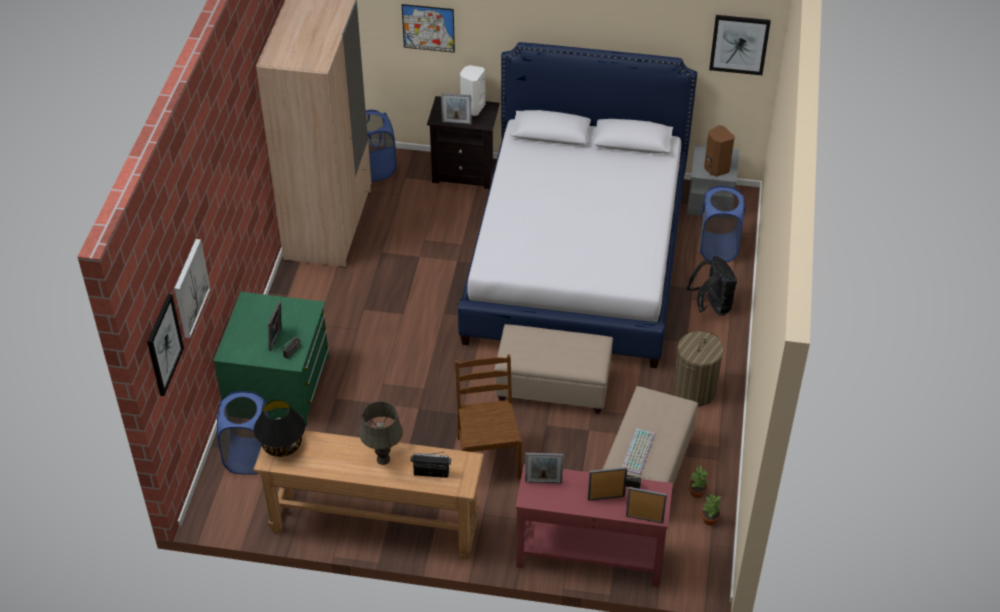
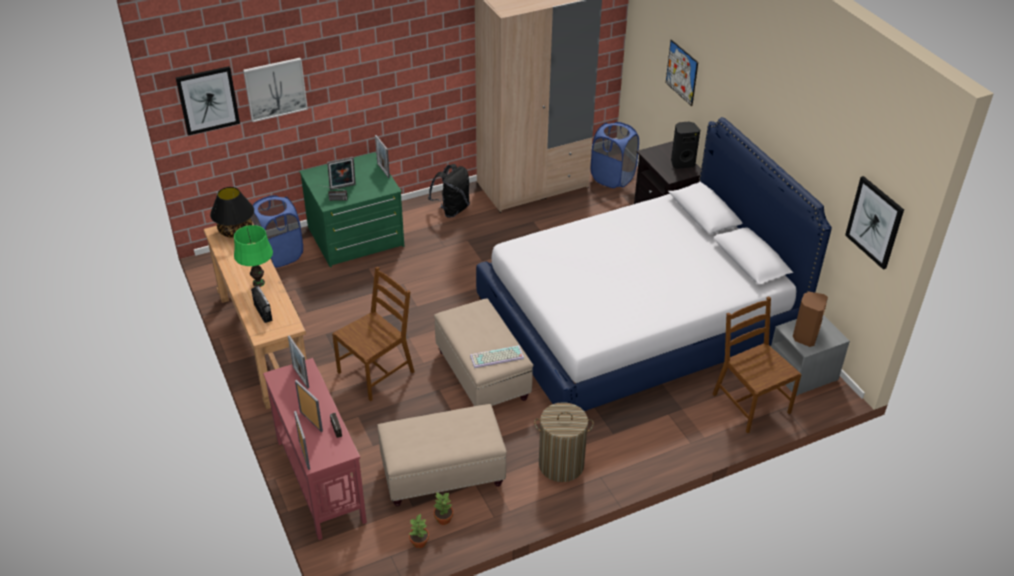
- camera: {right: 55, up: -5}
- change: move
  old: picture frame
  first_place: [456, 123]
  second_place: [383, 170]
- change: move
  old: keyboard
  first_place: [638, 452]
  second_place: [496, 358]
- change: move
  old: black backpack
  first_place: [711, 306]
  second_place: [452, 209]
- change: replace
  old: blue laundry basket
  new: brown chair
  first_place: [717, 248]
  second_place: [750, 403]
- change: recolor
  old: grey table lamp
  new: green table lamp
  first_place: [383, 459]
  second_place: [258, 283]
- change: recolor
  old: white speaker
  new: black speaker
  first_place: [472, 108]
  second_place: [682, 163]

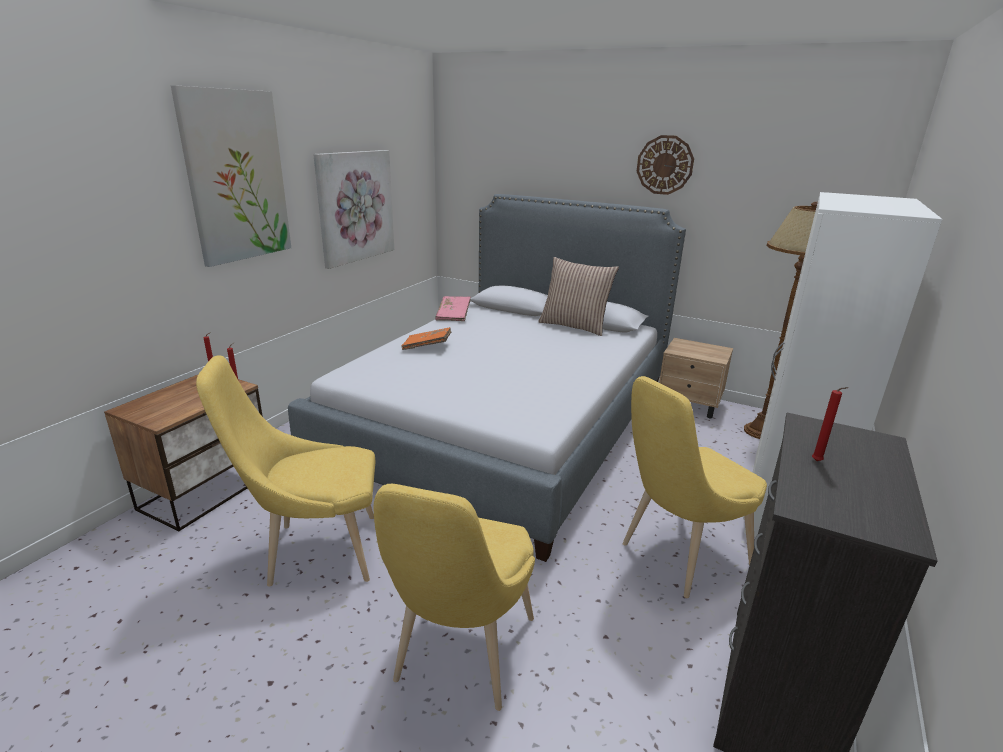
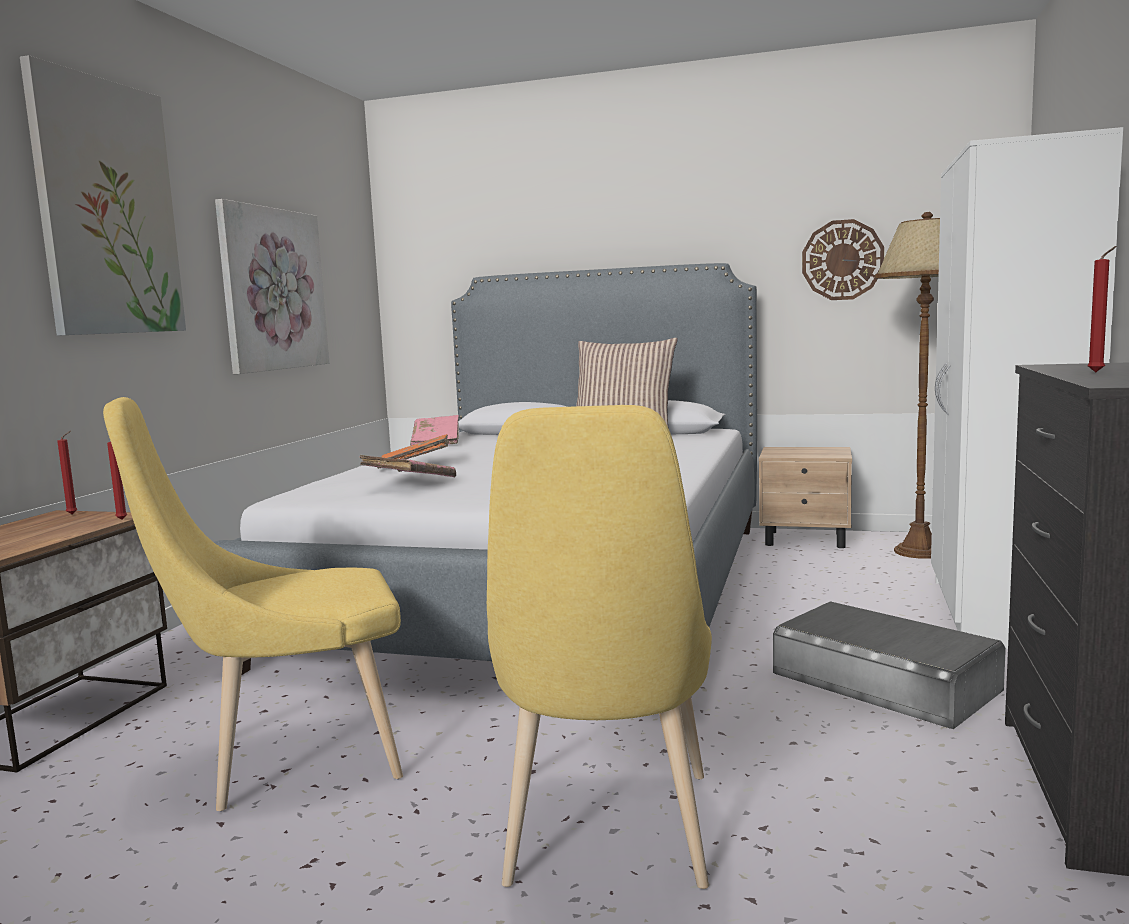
- camera: {right: -10, up: -15}
- change: insert
  new: pink book
  second_place: [410, 482]
- change: move
  old: wall clock
  first_place: [664, 165]
  second_place: [842, 260]
- change: replace
  old: yellow chair
  new: grey storage box
  first_place: [678, 557]
  second_place: [883, 681]

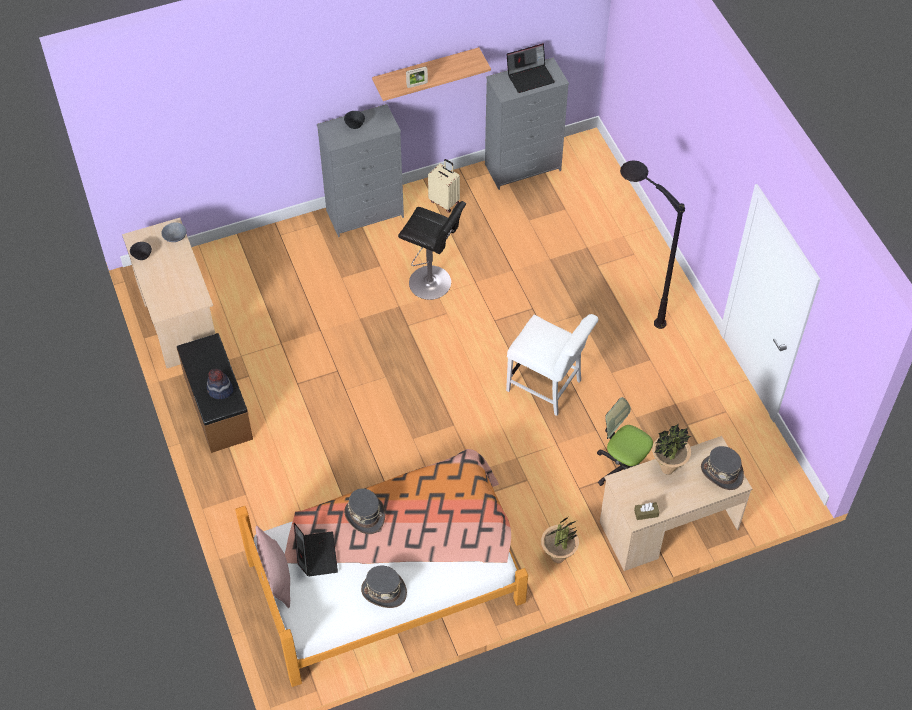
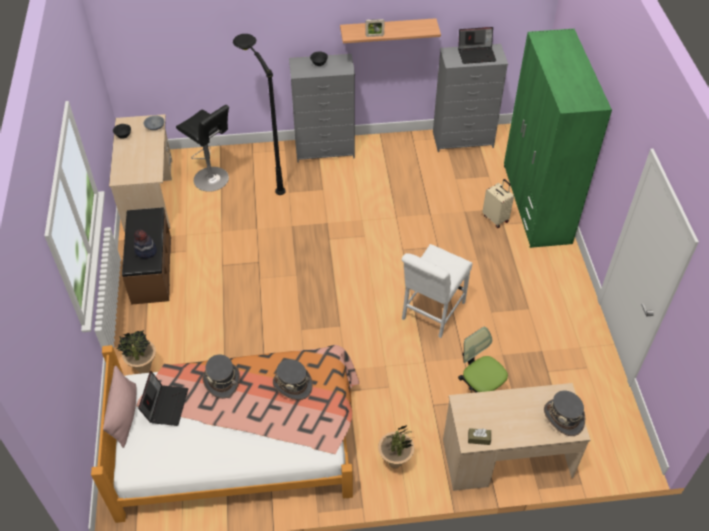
- camera: {right: 15, up: -5}
- change: insert
  new: green wardrobe
  second_place: [536, 204]
- change: move
  old: grey hat
  first_place: [384, 591]
  second_place: [293, 384]
- change: move
  old: black stool
  first_place: [433, 283]
  second_place: [213, 180]
- change: move
  old: beige suitcase
  first_place: [444, 202]
  second_place: [496, 218]
- change: move
  old: black floor lamp
  first_place: [629, 302]
  second_place: [265, 172]
- change: move
  old: potted plant
  first_place: [667, 469]
  second_place: [144, 370]
- change: rotate
  old: white chair
  first_place: [547, 388]
  second_place: [431, 313]
  degrees: 75

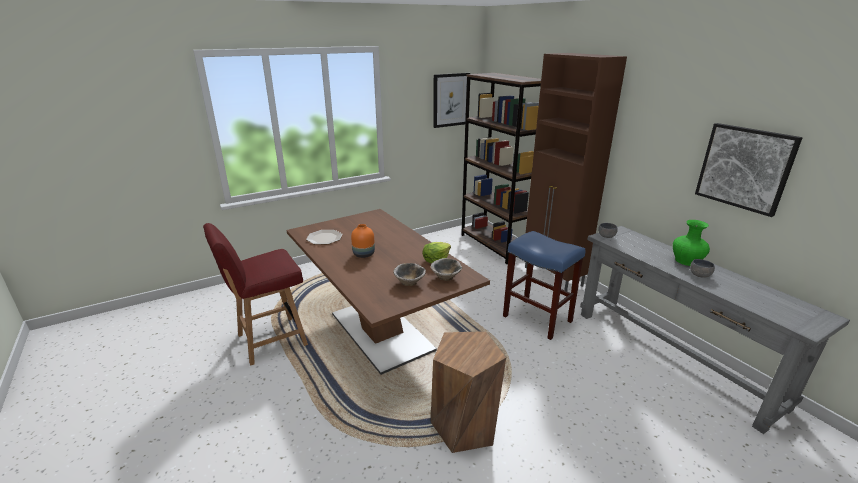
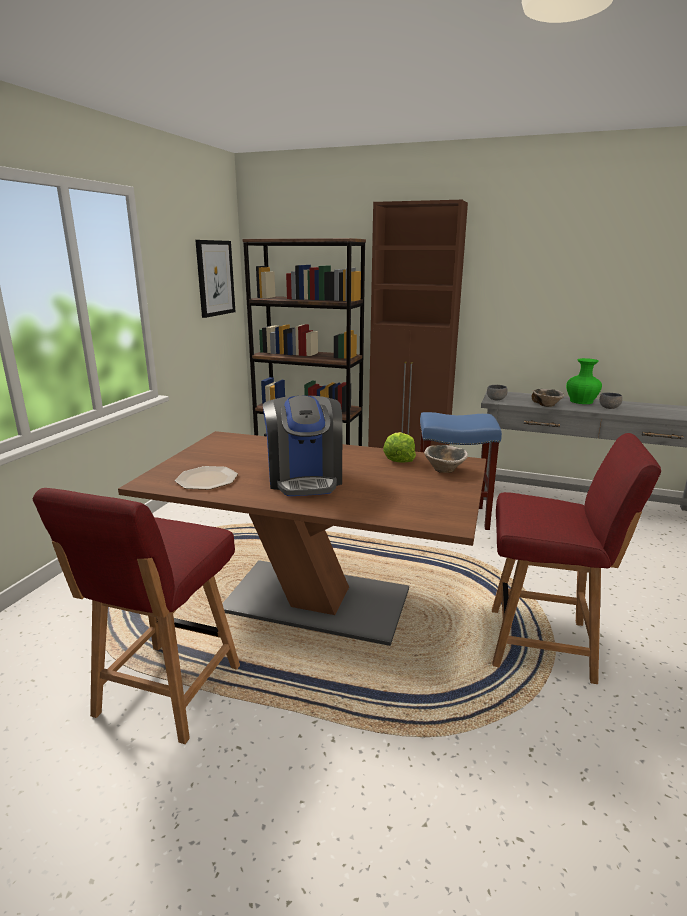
- camera: {right: -40, up: -5}
- change: delete
  old: picture
  first_place: [744, 168]
- change: move
  old: bowl
  first_place: [409, 282]
  second_place: [546, 405]
- change: replace
  old: orange vase
  new: coffee machine
  first_place: [364, 254]
  second_place: [305, 479]
- change: replace
  old: brown stool
  new: red chair
  first_place: [464, 425]
  second_place: [543, 644]

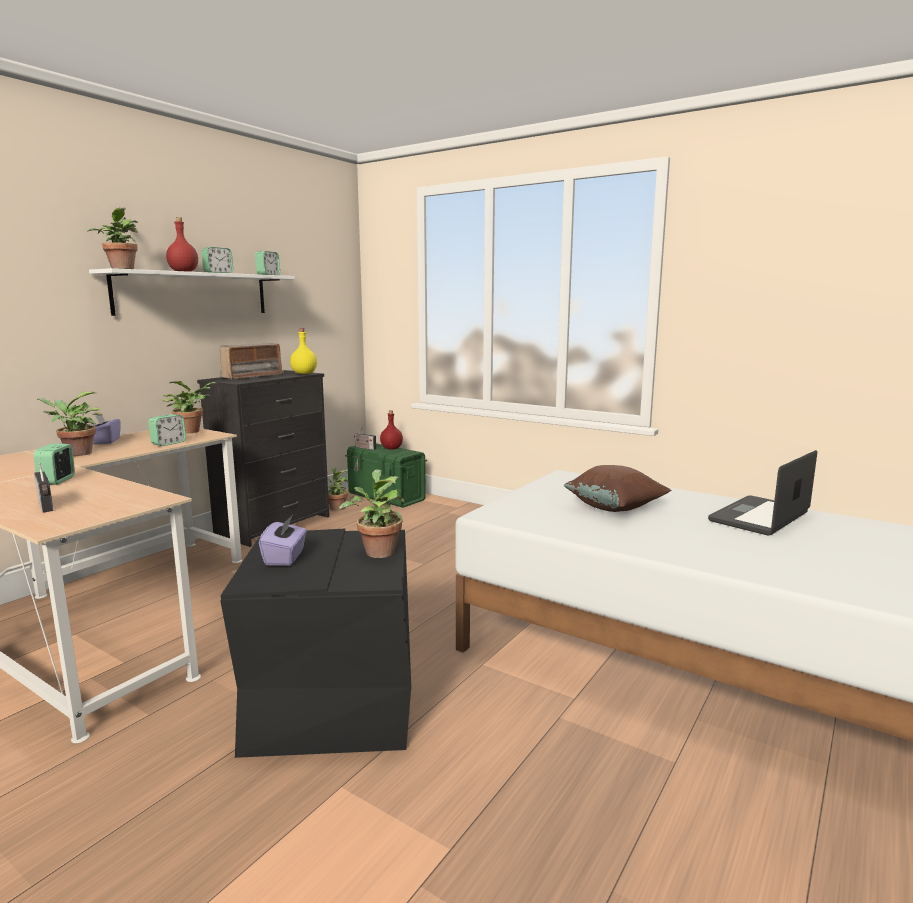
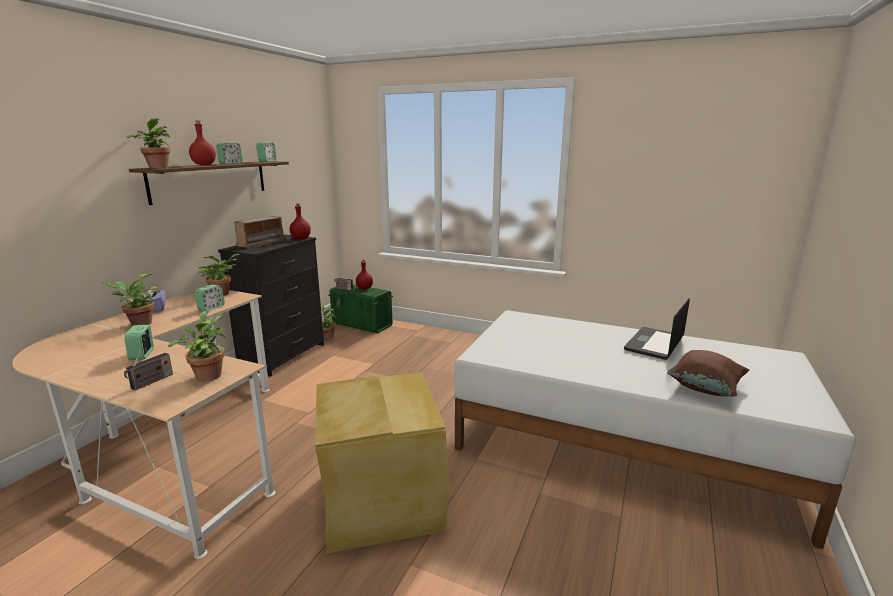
- camera: {right: -10, up: 5}
- change: delete
  old: purple tissue box
  first_place: [285, 557]
- change: move
  old: potted plant
  first_place: [378, 551]
  second_place: [208, 375]
- change: move
  old: brown pillow
  first_place: [615, 509]
  second_place: [705, 388]
- change: recolor
  old: white shelf
  new: brown shelf
  first_place: [193, 294]
  second_place: [210, 180]
- change: recolor
  old: black storage box
  new: beige storage box
  first_place: [334, 700]
  second_place: [382, 499]
- change: recolor
  old: yellow bottle
  new: red bottle
  first_place: [304, 374]
  second_place: [300, 238]
- change: rotate
  old: radio
  first_place: [46, 506]
  second_place: [151, 382]
  degrees: 75

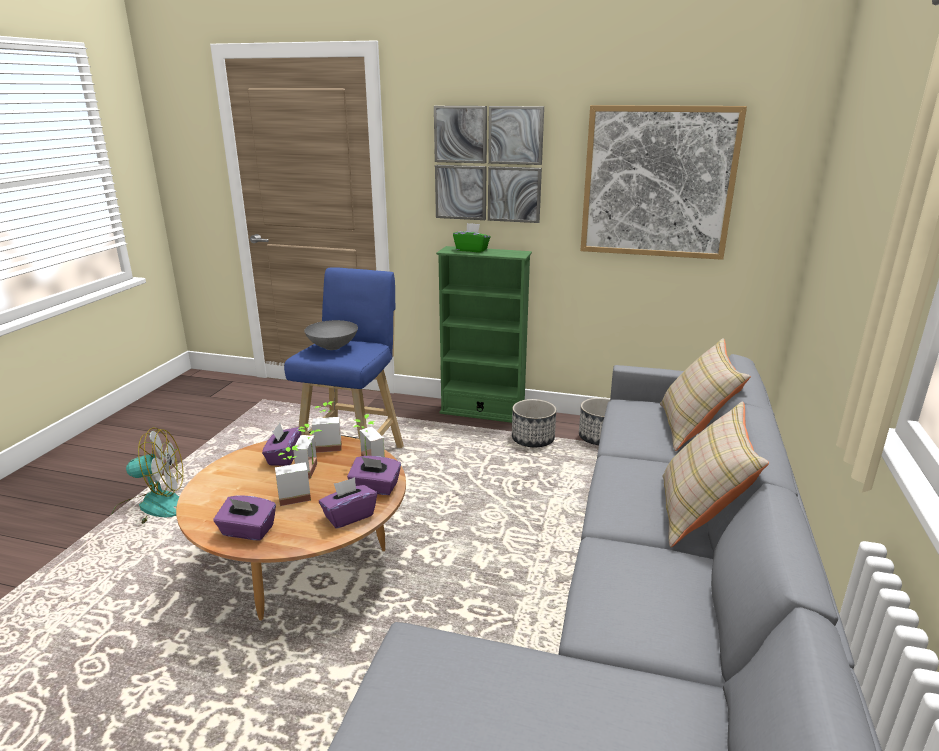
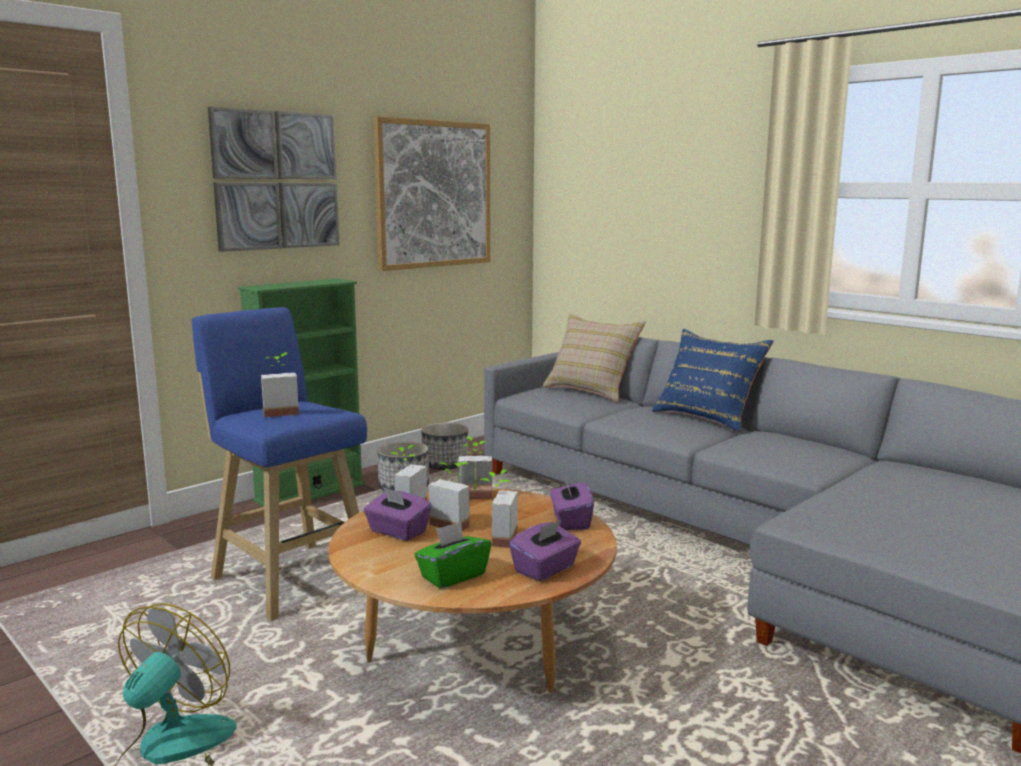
- camera: {right: -60, up: -10}
- change: delete
  old: purple tissue box
  first_place: [375, 488]
- change: move
  old: green tissue box
  first_place: [472, 250]
  second_place: [452, 576]
- change: replace
  old: grey bowl
  new: potted plant
  first_place: [332, 347]
  second_place: [280, 412]
- change: recolor
  old: beige pillow
  new: blue pillow
  first_place: [700, 514]
  second_place: [708, 417]

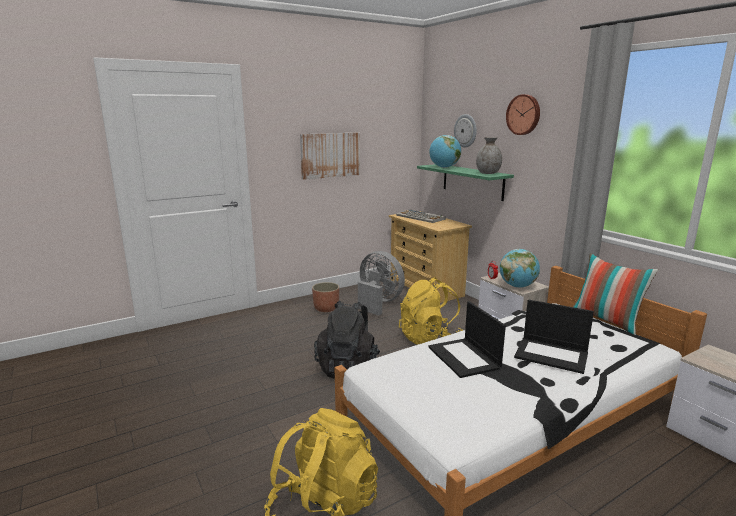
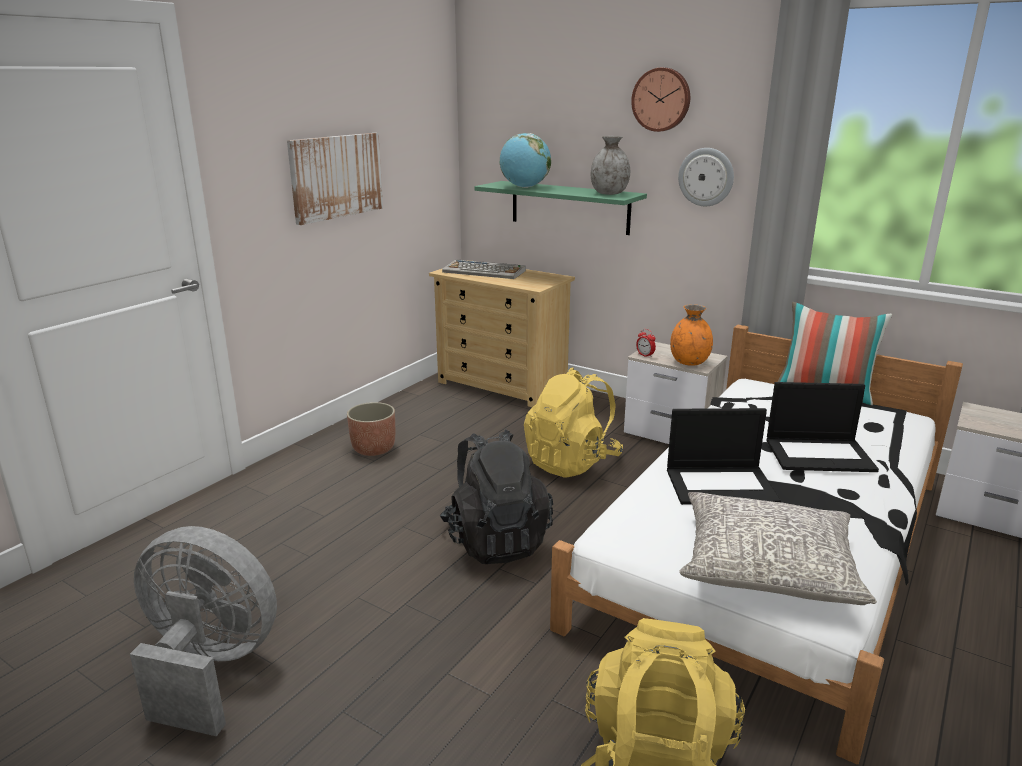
- camera: {right: -25, up: 5}
- change: insert
  new: grey pillow
  second_place: [767, 566]
- change: move
  old: grey fan
  first_place: [378, 303]
  second_place: [209, 668]
- change: move
  old: wall clock
  first_place: [465, 131]
  second_place: [706, 177]
- change: replace
  old: globe
  new: orange vase
  first_place: [517, 286]
  second_place: [689, 362]
- change: rotate
  old: laptop
  first_place: [464, 358]
  second_place: [721, 485]
  degrees: -45

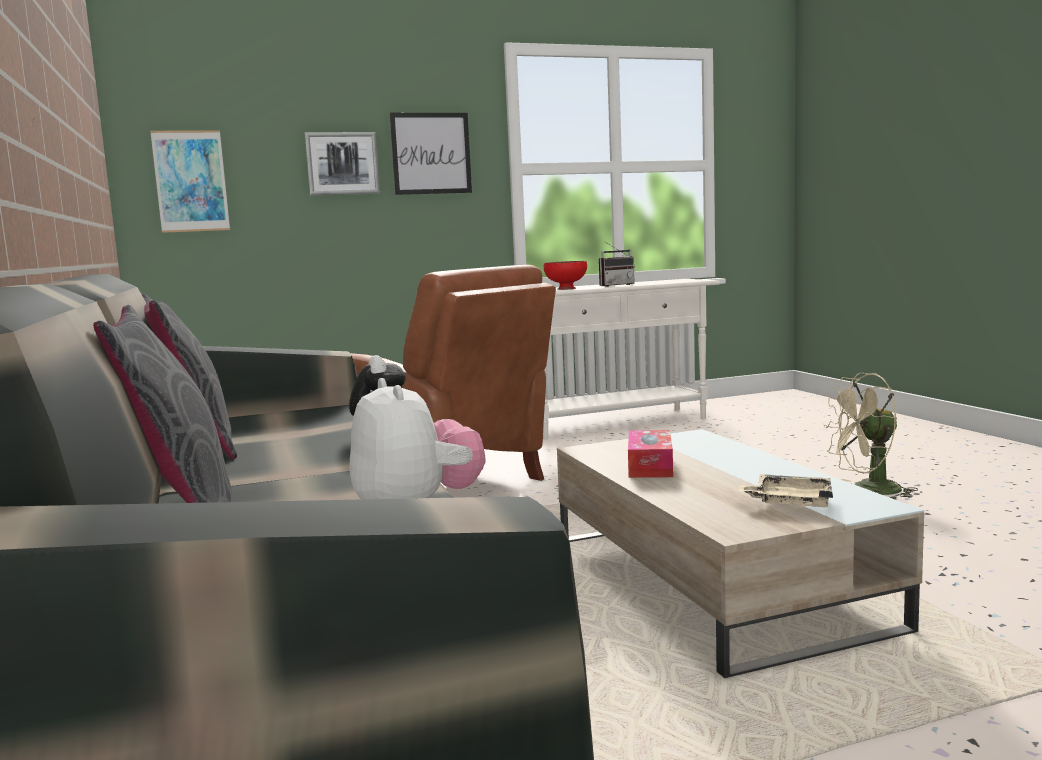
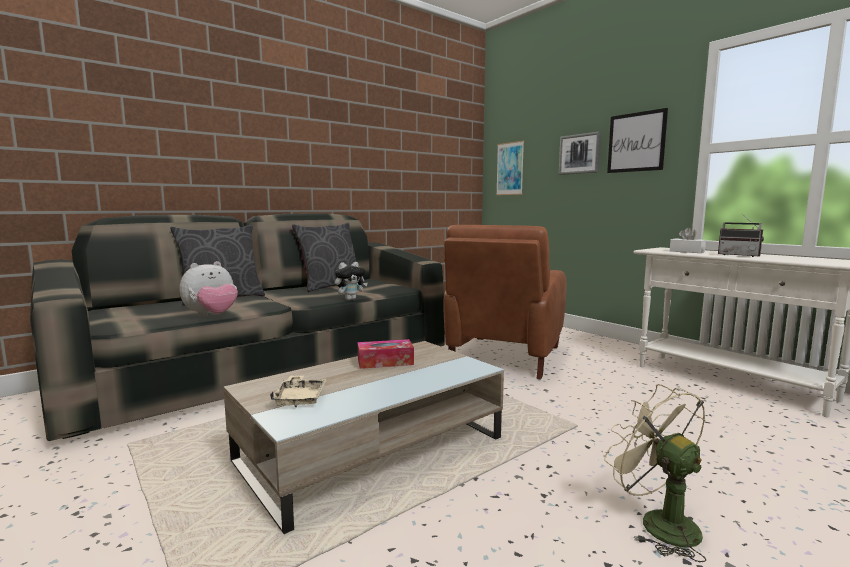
- camera: {right: 70, up: 0}
- change: replace
  old: red bowl
  new: white tissue box
  first_place: [566, 288]
  second_place: [686, 251]

